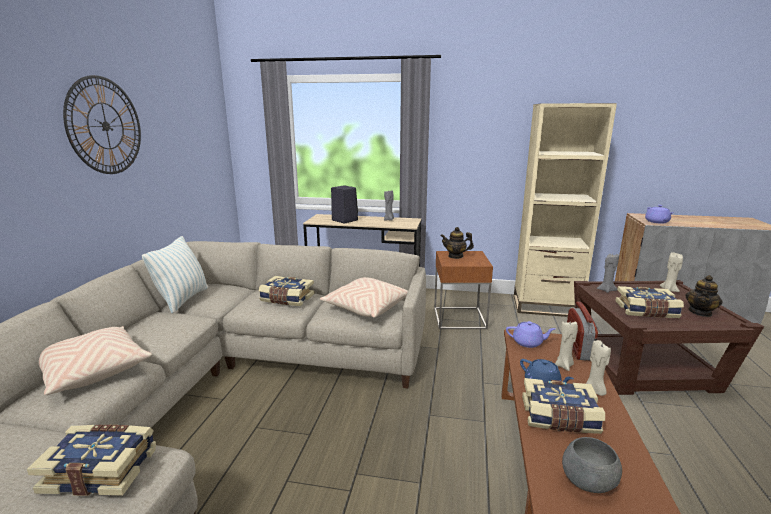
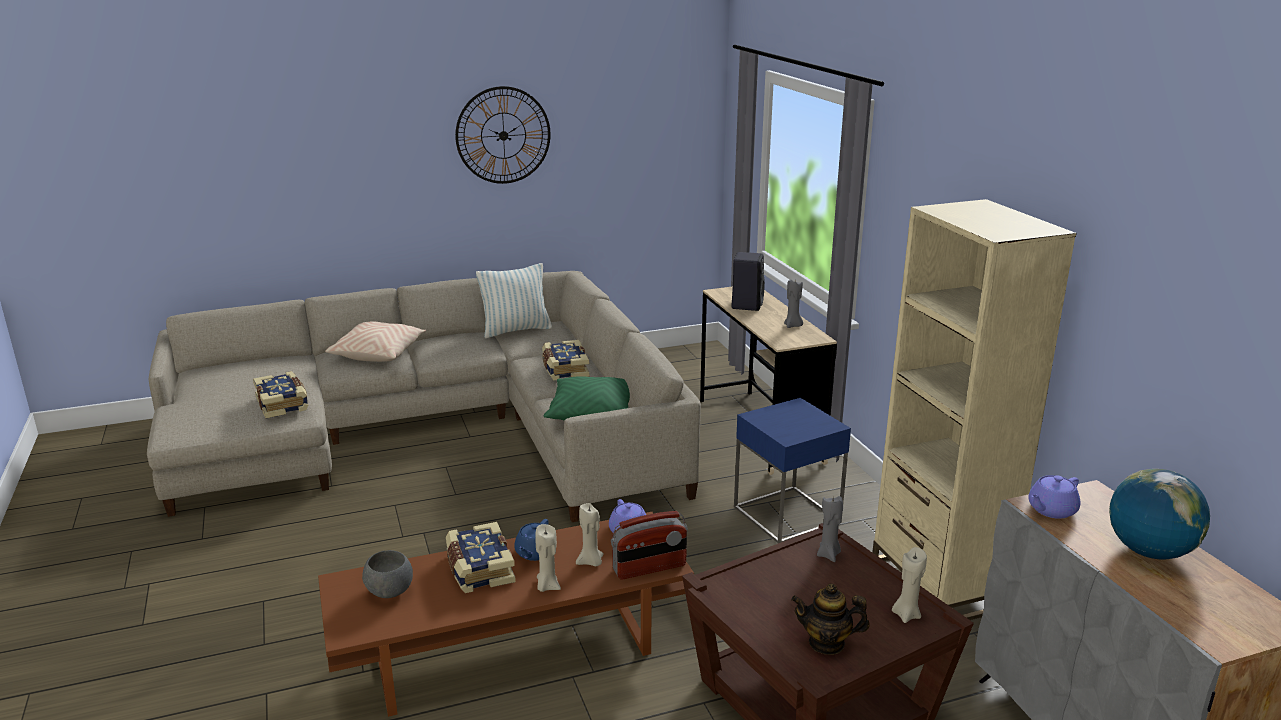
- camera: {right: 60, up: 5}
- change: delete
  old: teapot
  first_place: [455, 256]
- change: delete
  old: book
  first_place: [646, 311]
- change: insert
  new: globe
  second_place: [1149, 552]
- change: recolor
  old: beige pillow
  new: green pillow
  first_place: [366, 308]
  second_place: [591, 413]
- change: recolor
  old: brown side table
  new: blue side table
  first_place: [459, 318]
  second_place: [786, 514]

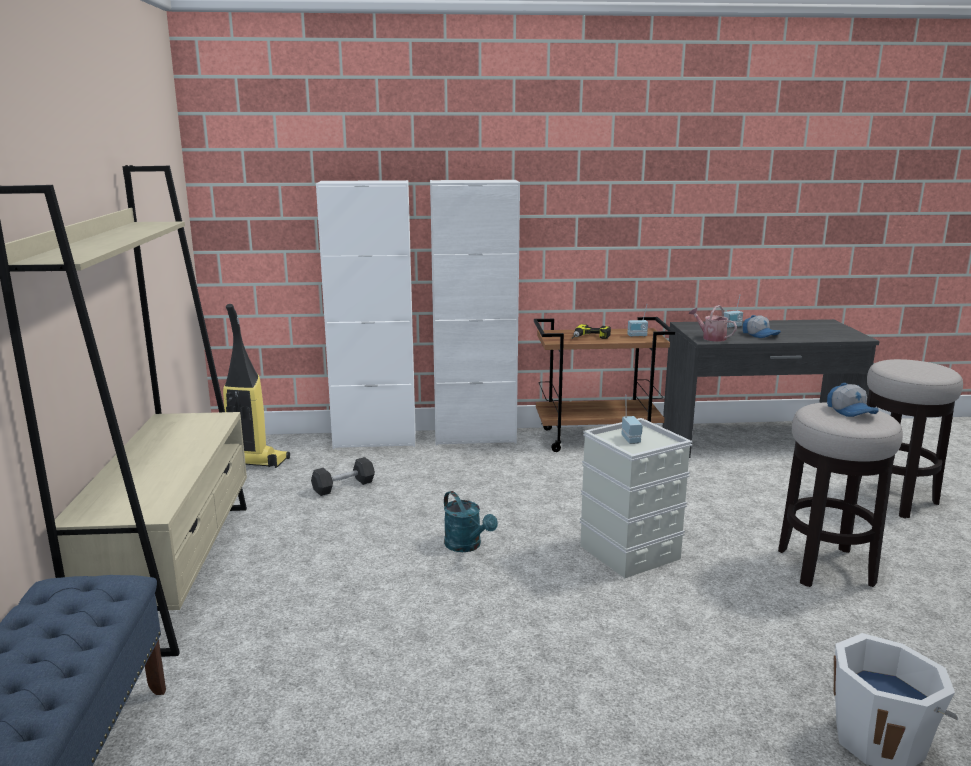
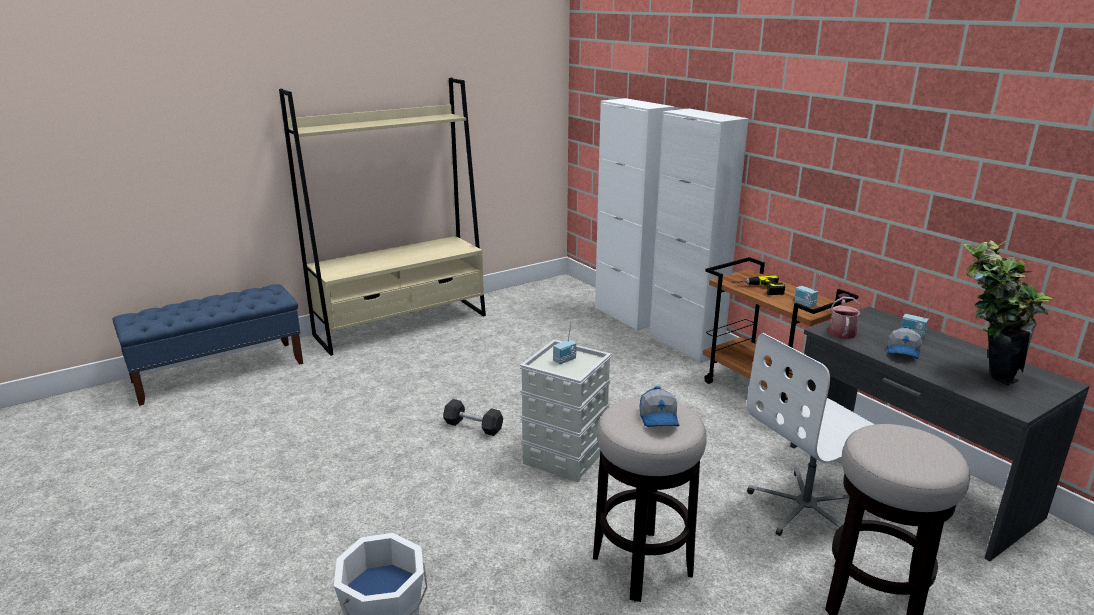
- camera: {right: 60, up: 5}
- change: delete
  old: vacuum cleaner
  first_place: [254, 462]
- change: delete
  old: turquoise watering can
  first_place: [467, 546]
- change: insert
  new: white office chair
  second_place: [806, 508]
- change: insert
  new: potted plant
  second_place: [982, 372]
- change: move
  old: grey dumbbell
  first_place: [343, 486]
  second_place: [473, 426]
- change: rotate
  old: cap
  first_place: [851, 411]
  second_place: [659, 418]
  degrees: -45

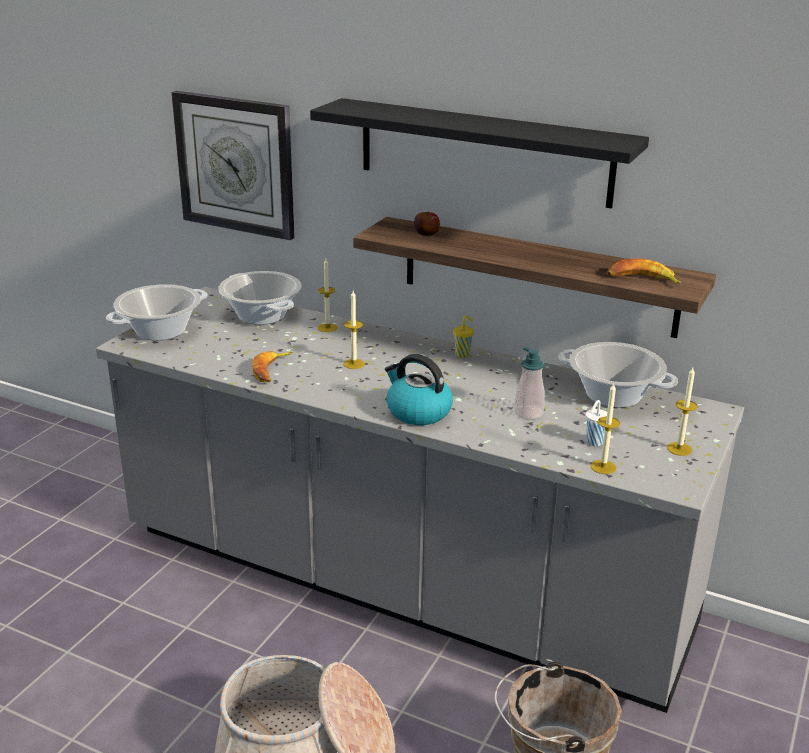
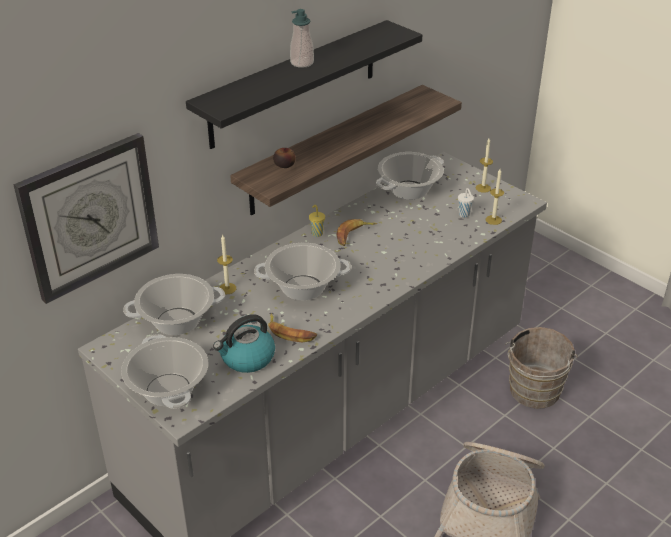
- camera: {right: -70, up: 10}
- change: move
  old: kettle
  first_place: [417, 412]
  second_place: [247, 358]
- change: move
  old: soap dispenser
  first_place: [528, 413]
  second_place: [302, 63]
- change: move
  old: banana
  first_place: [642, 279]
  second_place: [354, 235]
- change: replace
  old: candle
  new: cooking pot
  first_place: [354, 364]
  second_place: [303, 287]

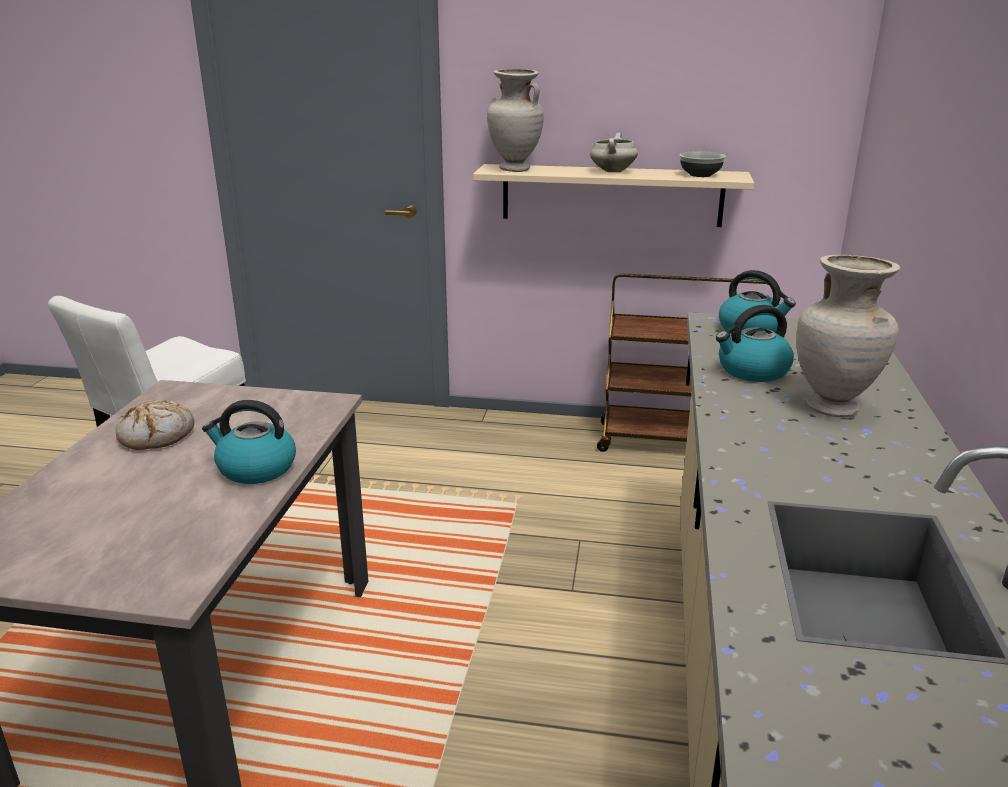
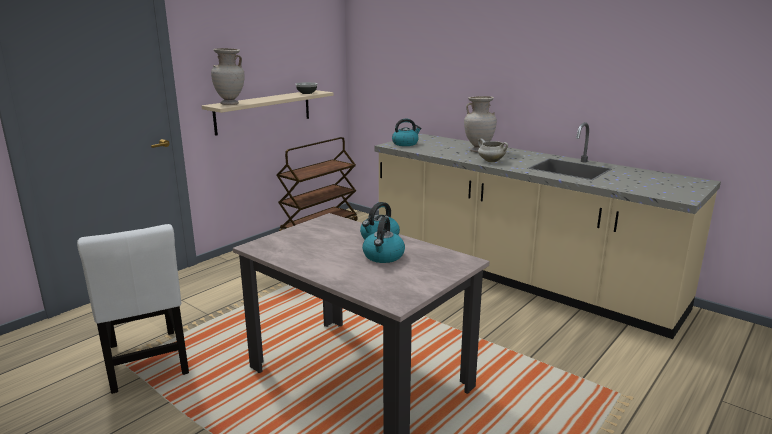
- camera: {right: -60, up: -5}
- change: delete
  old: bread
  first_place: [157, 435]
- change: move
  old: white cooking pot
  first_place: [612, 171]
  second_place: [490, 161]
- change: move
  old: kettle
  first_place: [752, 371]
  second_place: [383, 256]

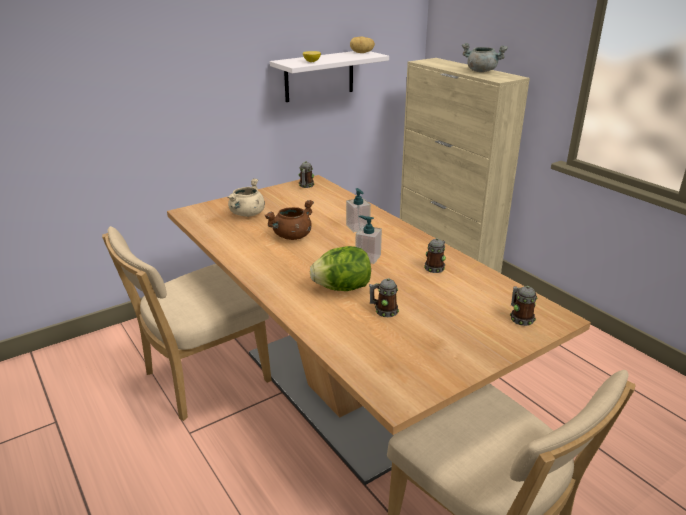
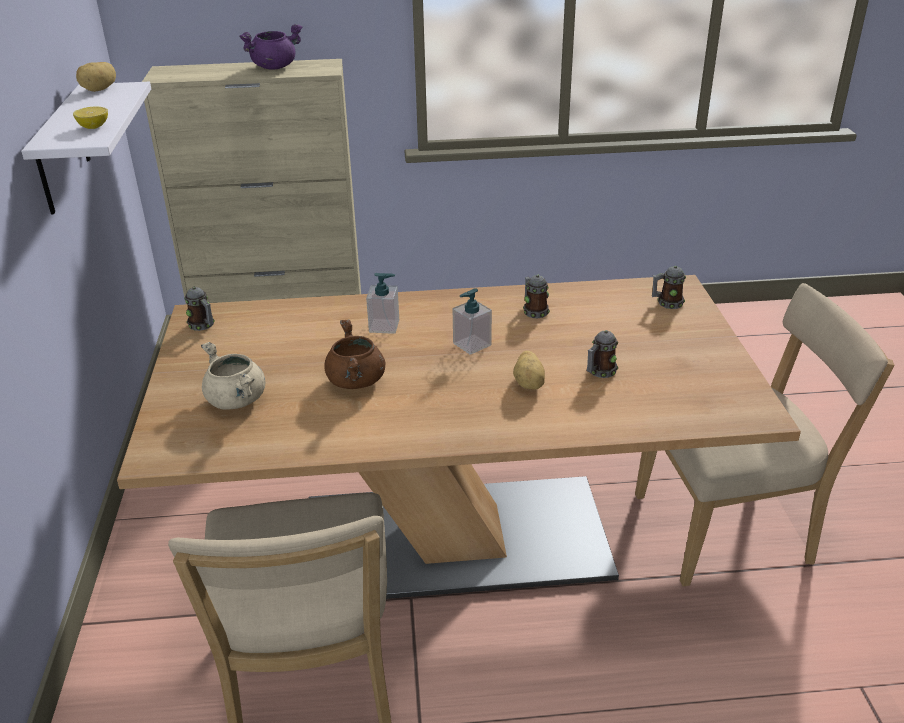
- camera: {right: -60, up: 5}
- change: replace
  old: lettuce
  new: potato
  first_place: [342, 288]
  second_place: [529, 383]
- change: recolor
  old: grey cooking pot
  new: purple cooking pot
  first_place: [482, 71]
  second_place: [274, 67]

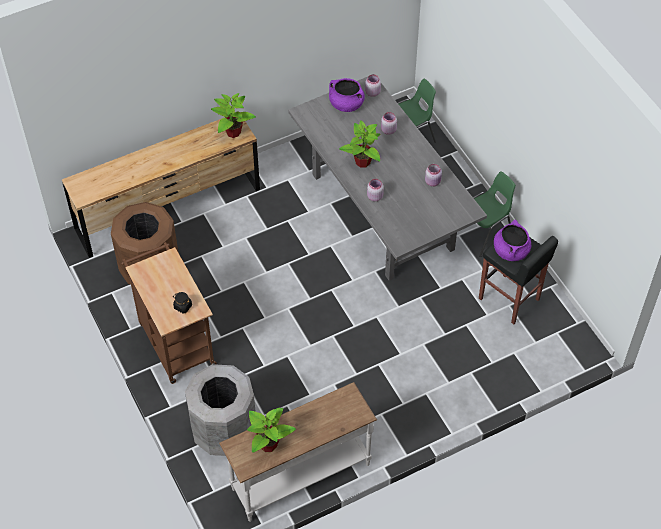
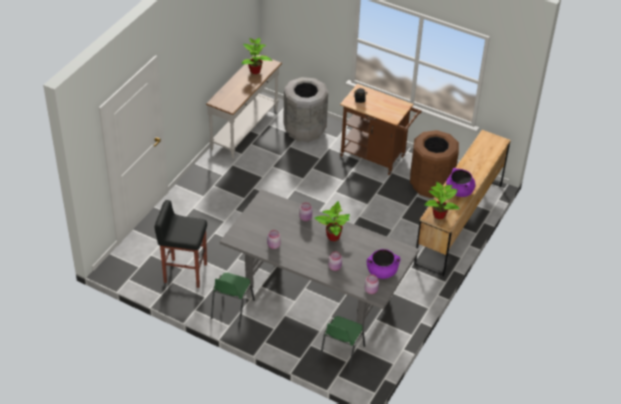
- camera: {right: 145, up: -10}
- change: move
  old: purple cooking pot
  first_place: [510, 251]
  second_place: [459, 191]

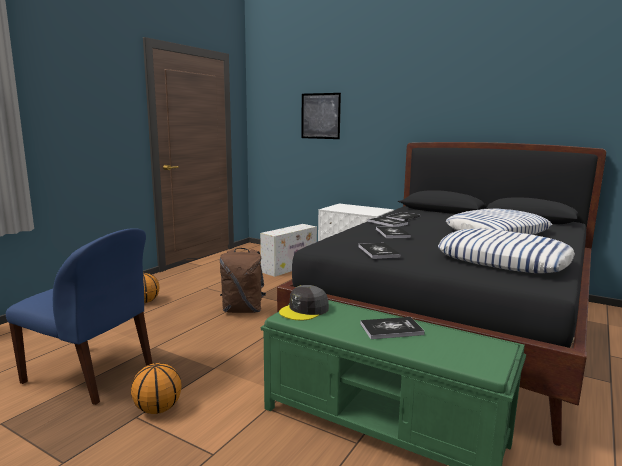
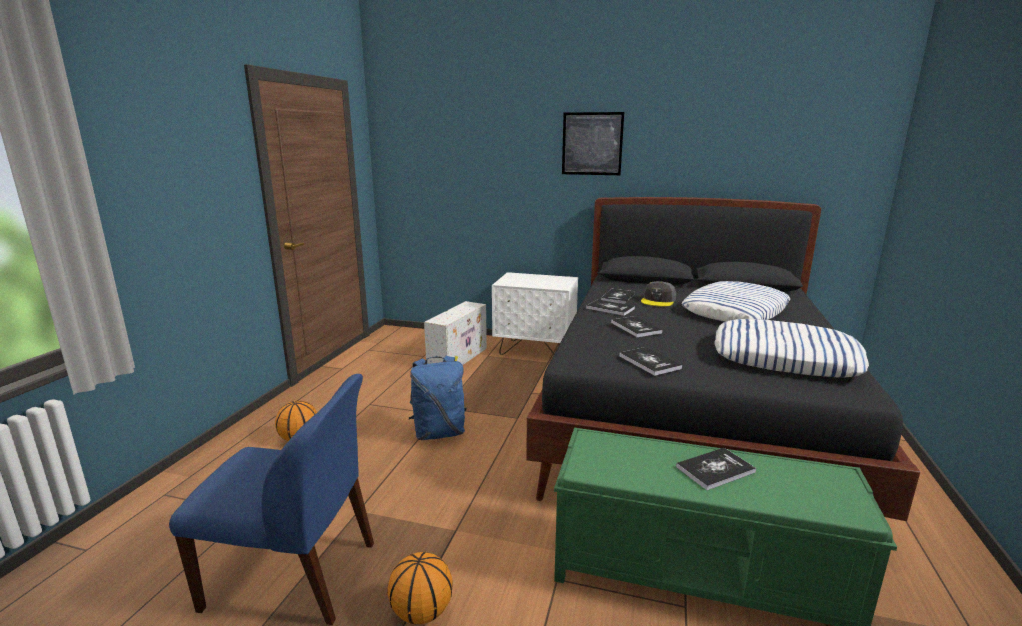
- camera: {right: -15, up: 5}
- change: move
  old: grey cap
  first_place: [304, 310]
  second_place: [658, 300]
- change: move
  old: picture
  first_place: [320, 116]
  second_place: [592, 144]
- change: recolor
  old: brown backpack
  new: blue backpack
  first_place: [243, 310]
  second_place: [439, 433]

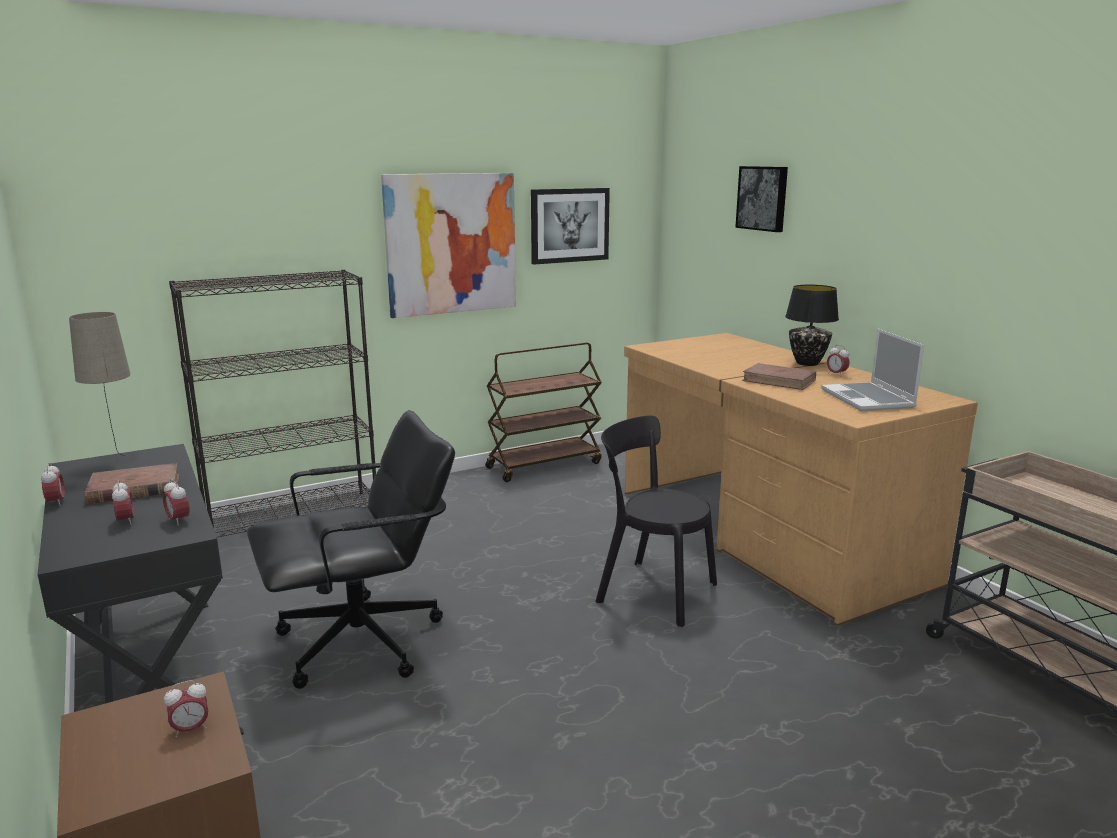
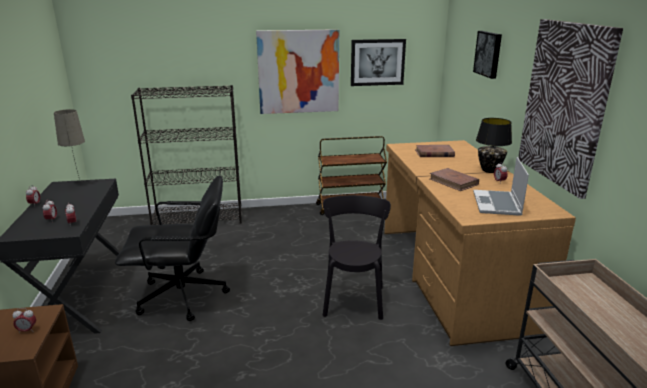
- camera: {right: 20, up: 5}
- change: insert
  new: picture
  second_place: [564, 104]
- change: move
  old: brown book
  first_place: [134, 489]
  second_place: [434, 153]
- change: rotate
  old: black chair
  first_place: [651, 591]
  second_place: [353, 299]
  degrees: 45

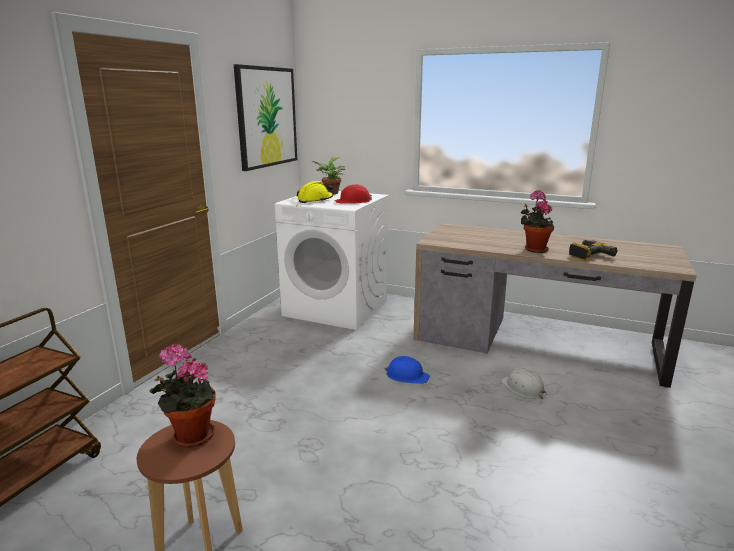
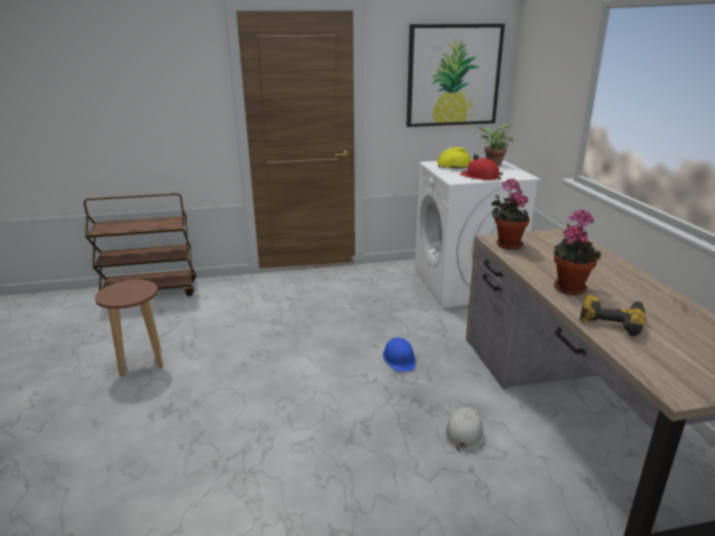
- camera: {right: 55, up: 5}
- change: move
  old: potted plant
  first_place: [190, 437]
  second_place: [506, 244]

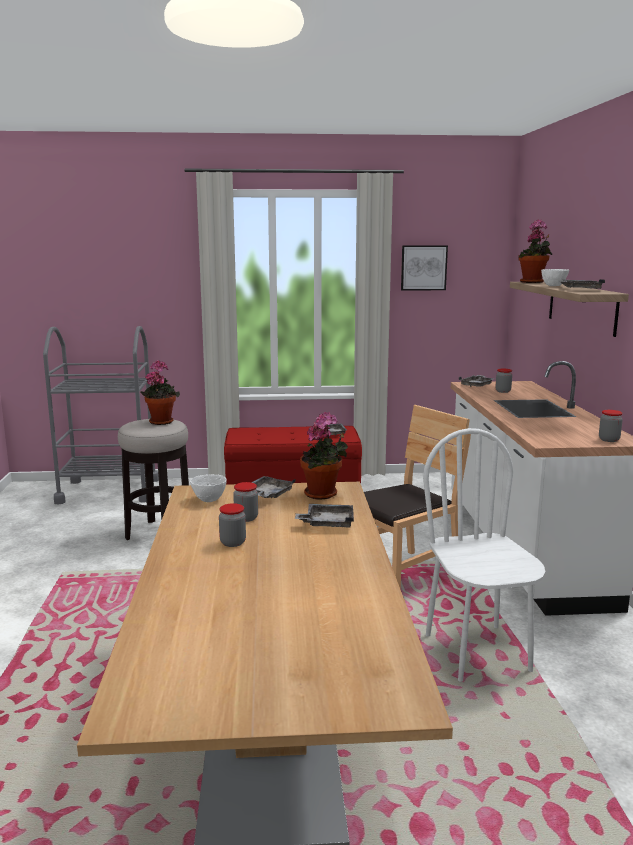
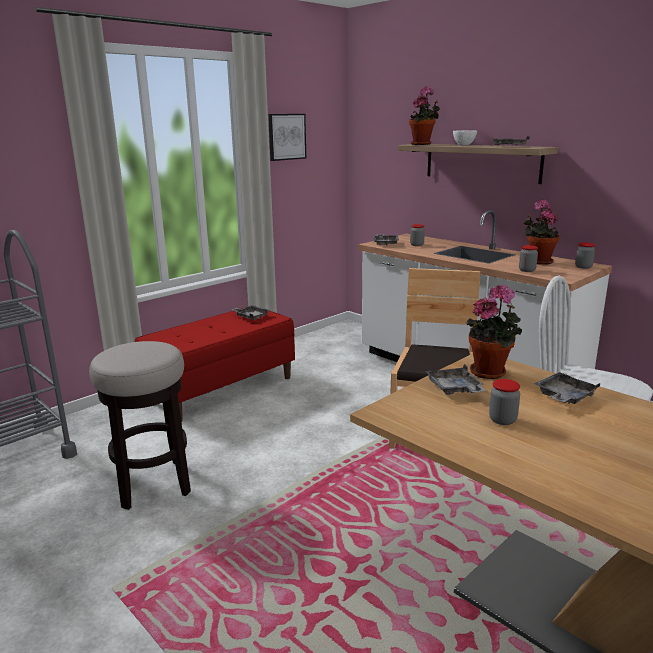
- camera: {right: -40, up: 5}
- change: delete
  old: white bowl
  first_place: [208, 500]
- change: move
  old: potted plant
  first_place: [161, 421]
  second_place: [538, 261]
- change: move
  old: jar
  first_place: [233, 542]
  second_place: [527, 270]

